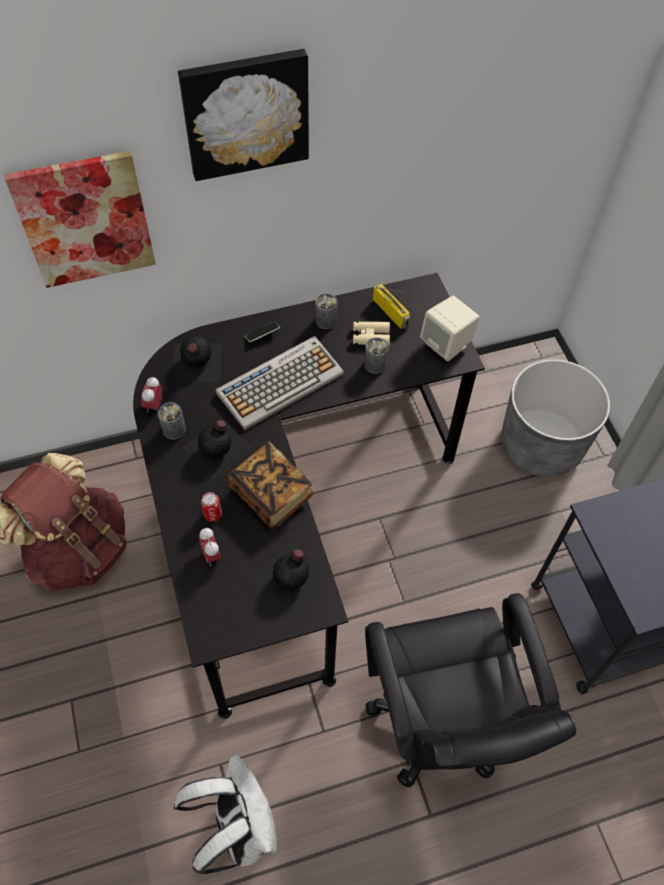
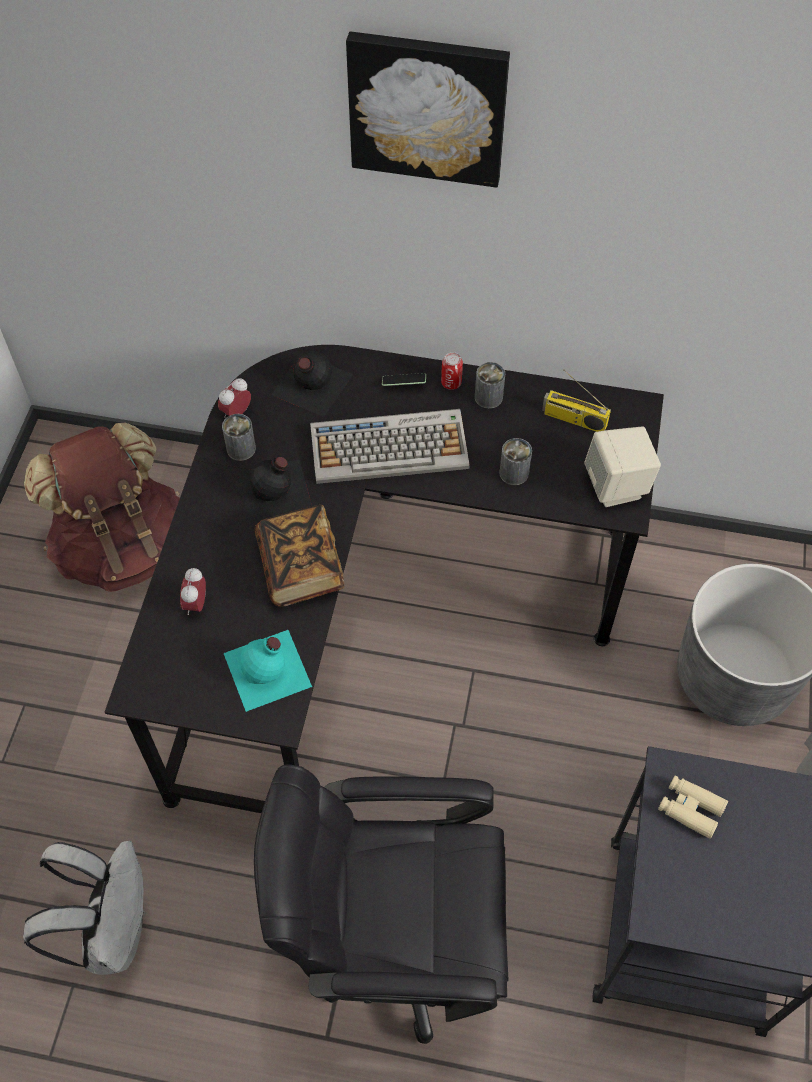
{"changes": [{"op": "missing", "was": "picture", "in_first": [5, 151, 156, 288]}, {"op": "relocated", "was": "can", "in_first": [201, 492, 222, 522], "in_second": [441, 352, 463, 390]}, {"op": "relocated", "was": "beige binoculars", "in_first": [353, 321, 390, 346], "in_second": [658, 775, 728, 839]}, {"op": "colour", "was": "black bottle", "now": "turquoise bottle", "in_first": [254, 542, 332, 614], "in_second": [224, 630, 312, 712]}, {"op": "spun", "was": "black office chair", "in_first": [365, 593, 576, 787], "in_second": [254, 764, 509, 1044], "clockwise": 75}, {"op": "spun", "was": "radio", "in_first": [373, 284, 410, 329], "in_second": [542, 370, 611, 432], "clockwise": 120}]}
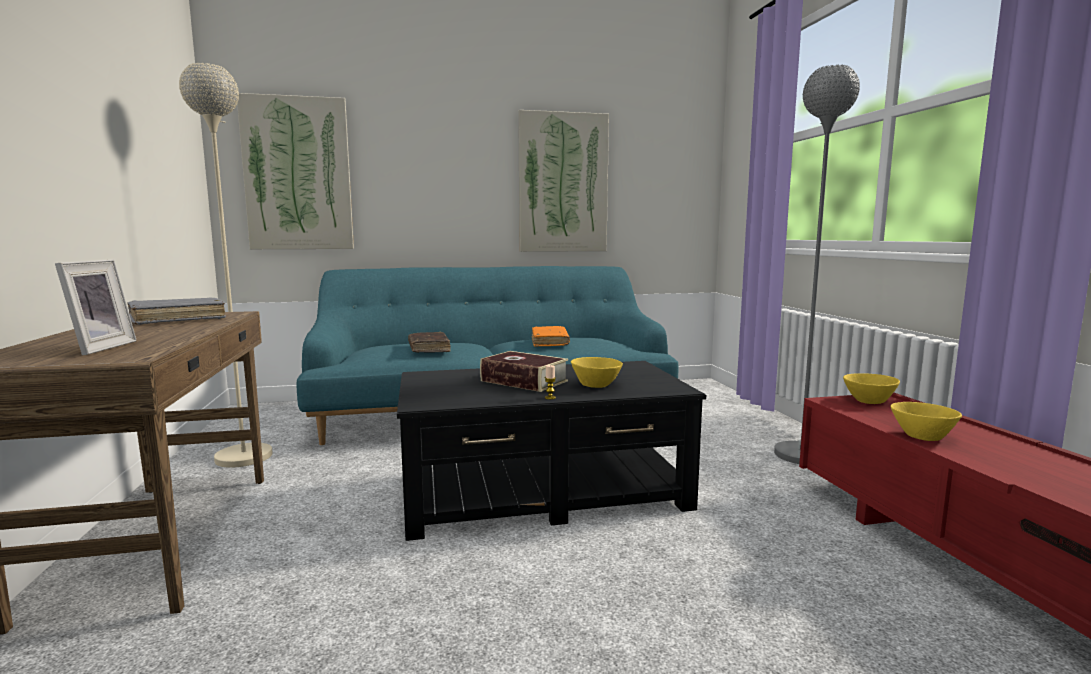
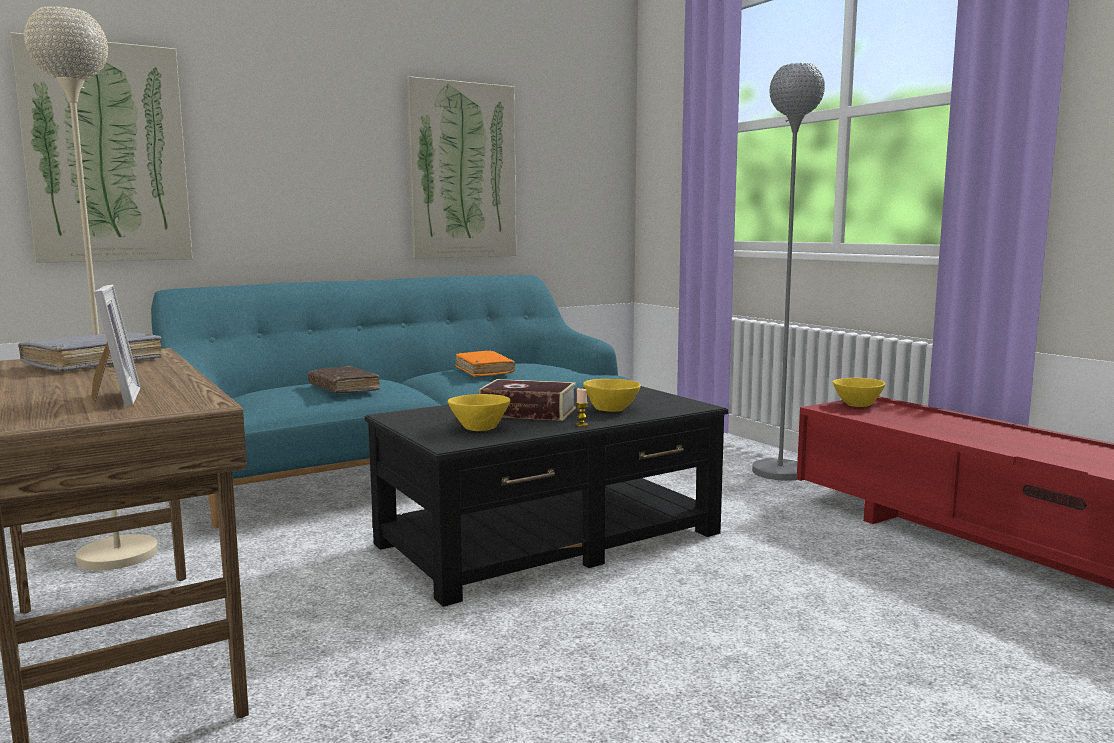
{"changes": [{"op": "relocated", "was": "yellow bowl", "in_first": [890, 402, 962, 441], "in_second": [448, 394, 511, 431]}]}
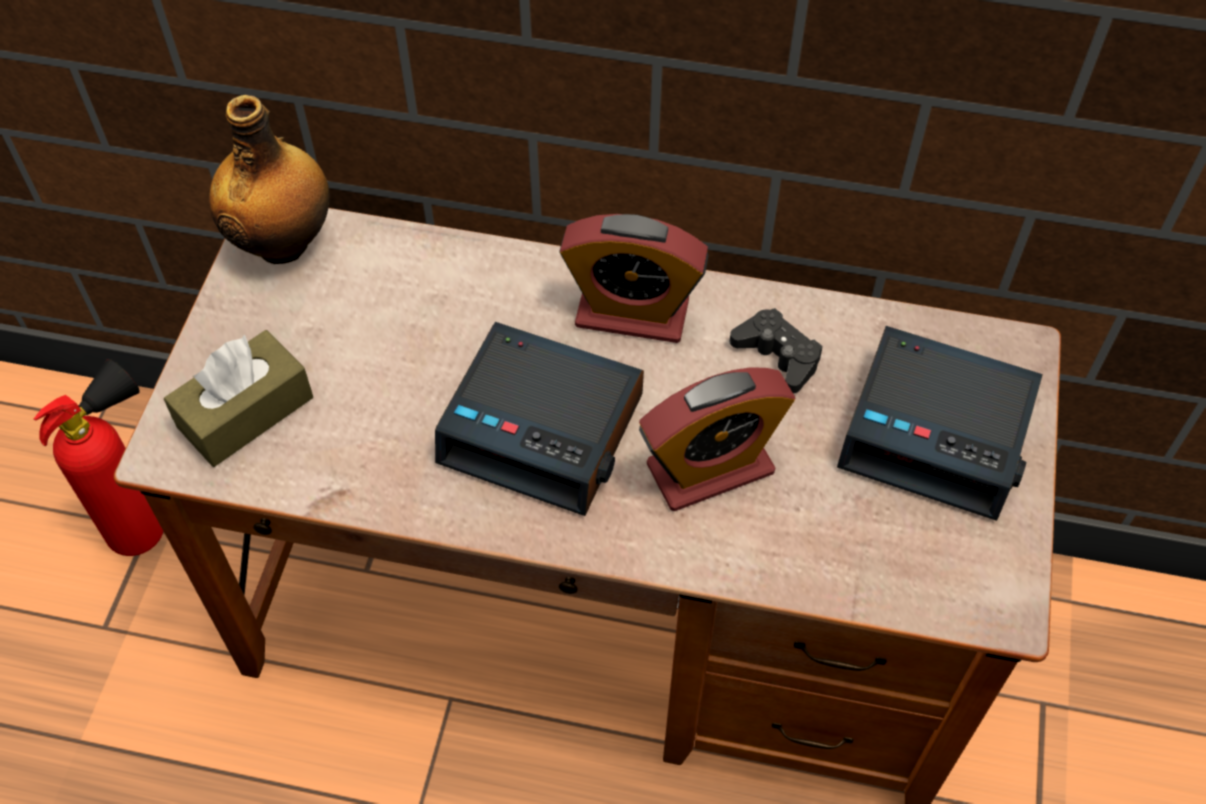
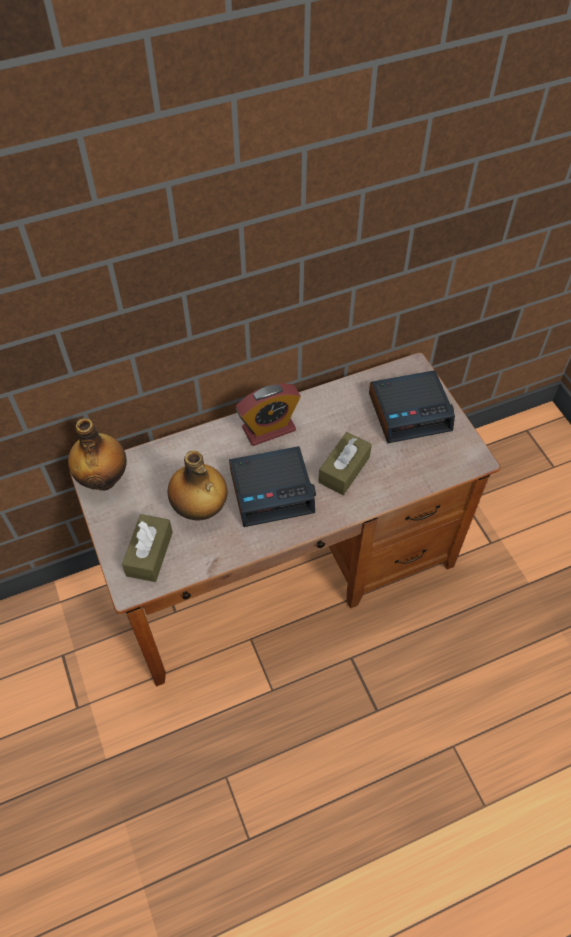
{"changes": [{"op": "missing", "was": "fire extinguisher", "in_first": [34, 359, 163, 556]}, {"op": "missing", "was": "black game controller", "in_first": [730, 308, 822, 393]}, {"op": "appeared", "now": "bottle", "in_second": [168, 450, 227, 520]}, {"op": "exchanged", "was": "alarm clock", "now": "brown tissue box", "in_first": [639, 367, 795, 511], "in_second": [318, 432, 372, 495]}]}
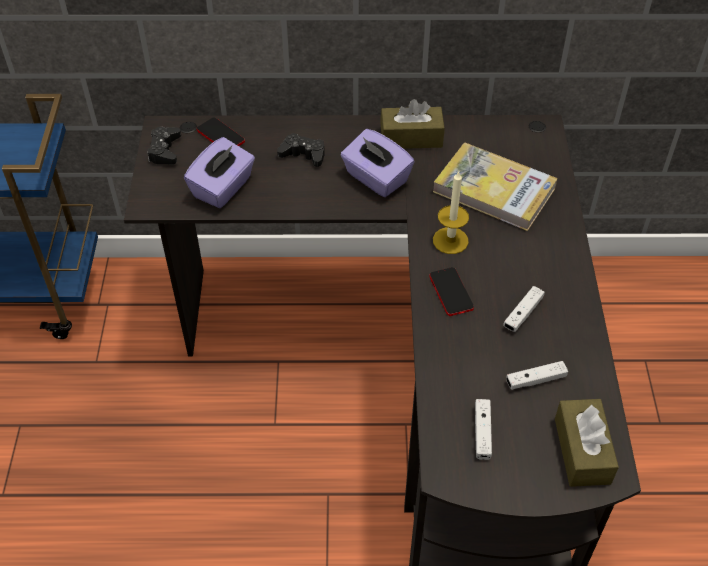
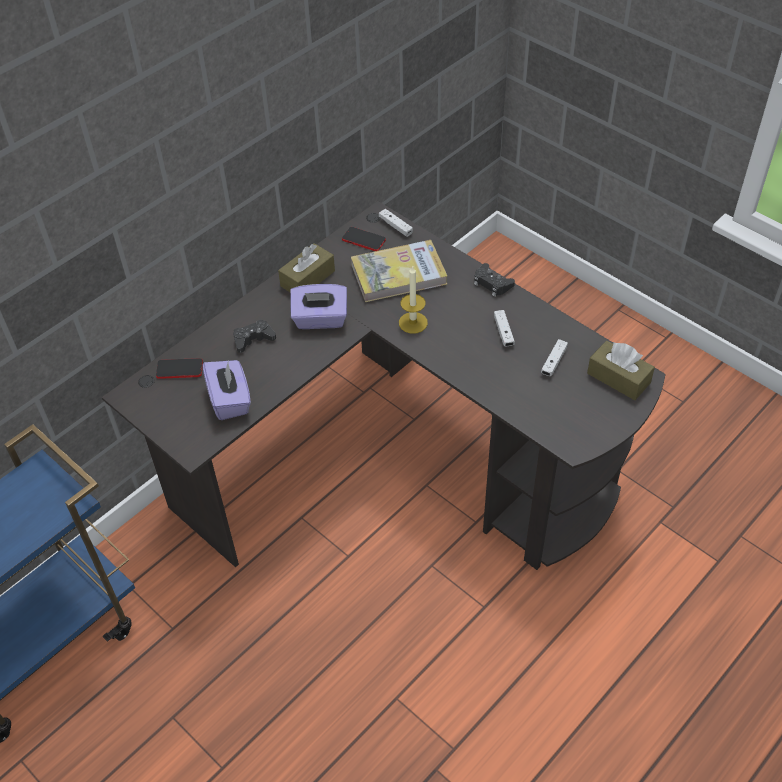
{"changes": [{"op": "relocated", "was": "black game controller", "in_first": [147, 127, 181, 164], "in_second": [474, 263, 515, 297]}, {"op": "relocated", "was": "phone", "in_first": [430, 267, 474, 316], "in_second": [342, 227, 386, 251]}, {"op": "relocated", "was": "white game controller", "in_first": [475, 399, 492, 460], "in_second": [379, 209, 413, 237]}]}
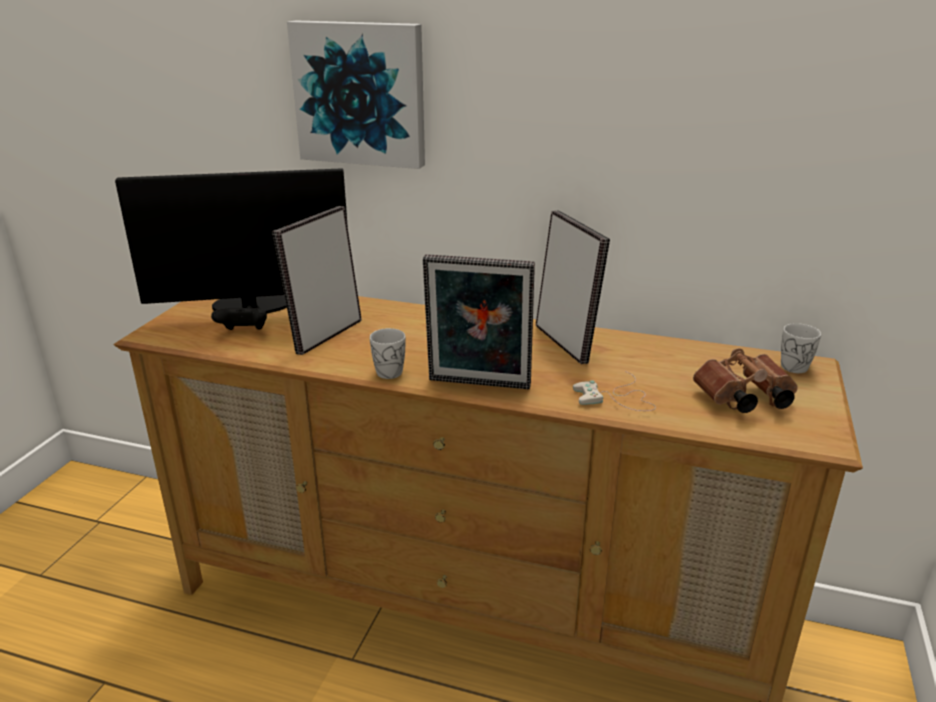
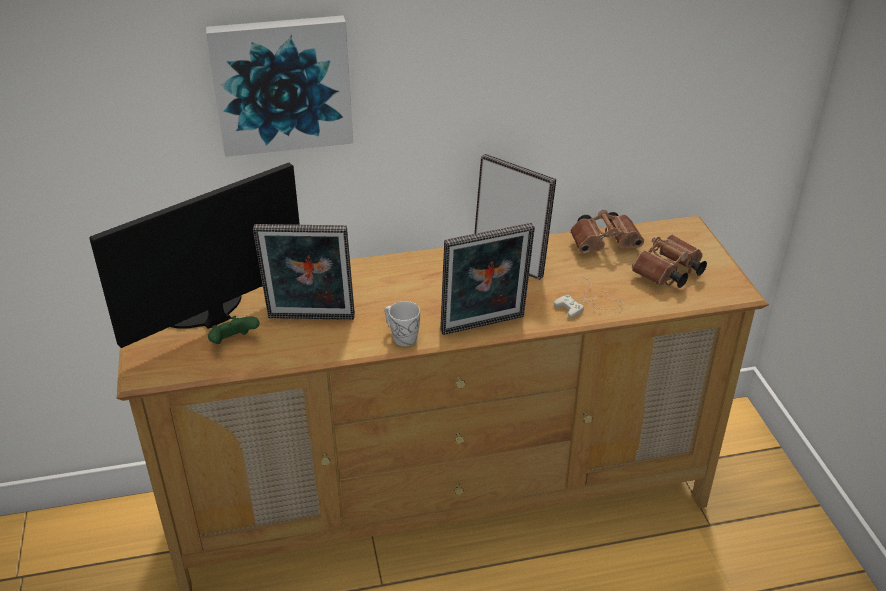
{"changes": [{"op": "missing", "was": "white mug", "in_first": [781, 323, 821, 373]}, {"op": "appeared", "now": "brown binoculars", "in_second": [571, 210, 644, 253]}, {"op": "colour", "was": "black game controller", "now": "green game controller", "in_first": [211, 306, 267, 330], "in_second": [208, 316, 260, 344]}, {"op": "spun", "was": "picture frame", "in_first": [272, 206, 362, 355], "in_second": [253, 224, 355, 320], "clockwise": -90}]}
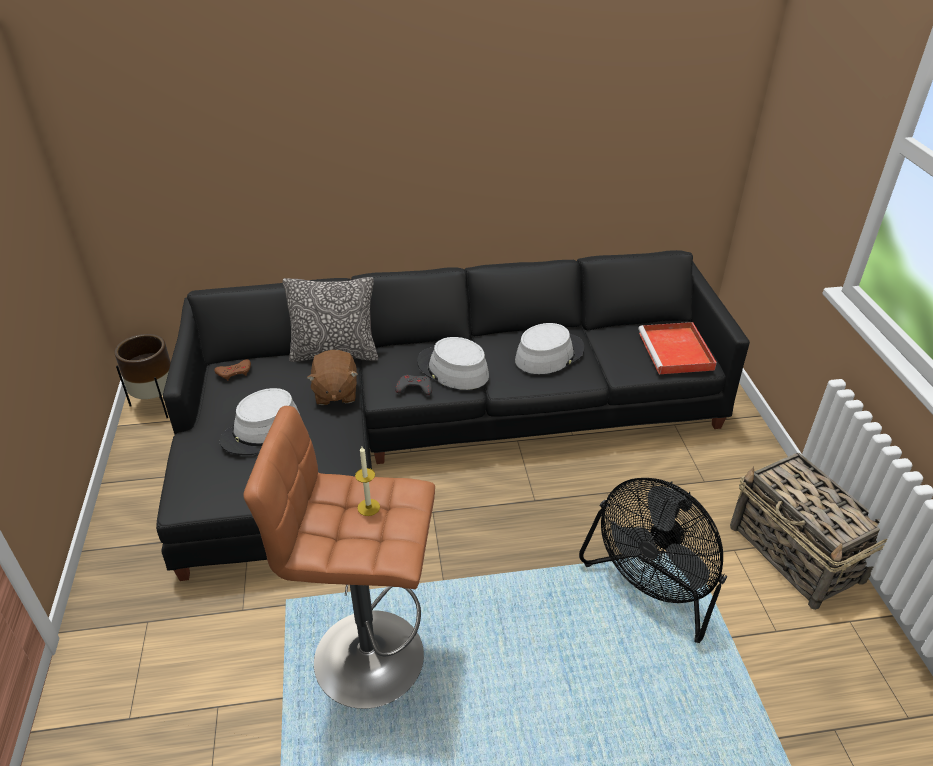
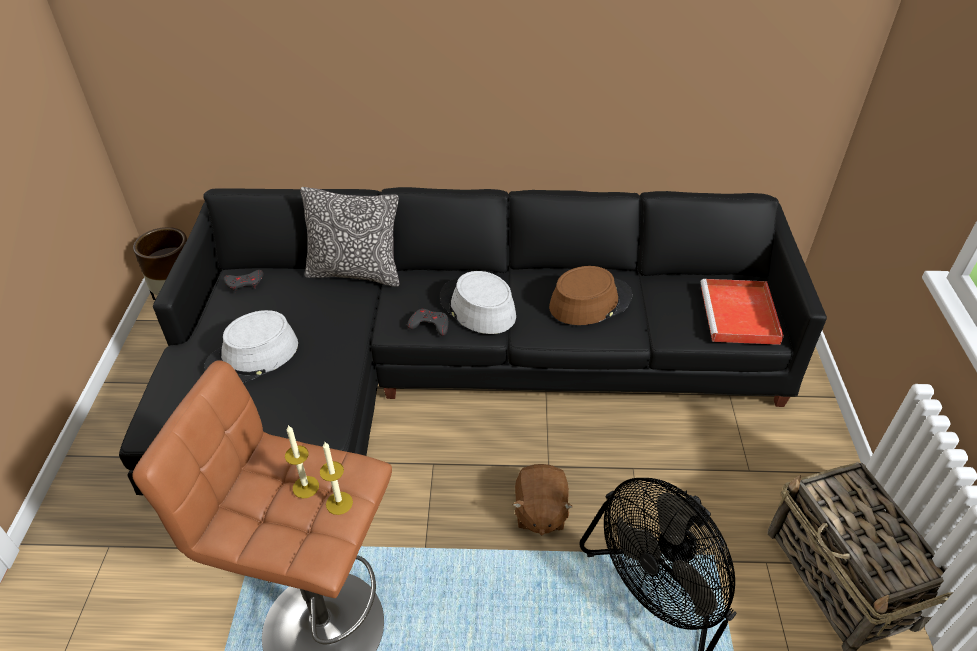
{"changes": [{"op": "appeared", "now": "candle", "in_second": [320, 442, 353, 515]}, {"op": "relocated", "was": "brown plush toy", "in_first": [307, 350, 358, 405], "in_second": [512, 464, 573, 535]}, {"op": "colour", "was": "brown game controller", "now": "grey game controller", "in_first": [214, 359, 251, 381], "in_second": [223, 270, 264, 292]}, {"op": "colour", "was": "grey hat", "now": "brown hat", "in_first": [515, 323, 585, 374], "in_second": [549, 266, 632, 325]}]}
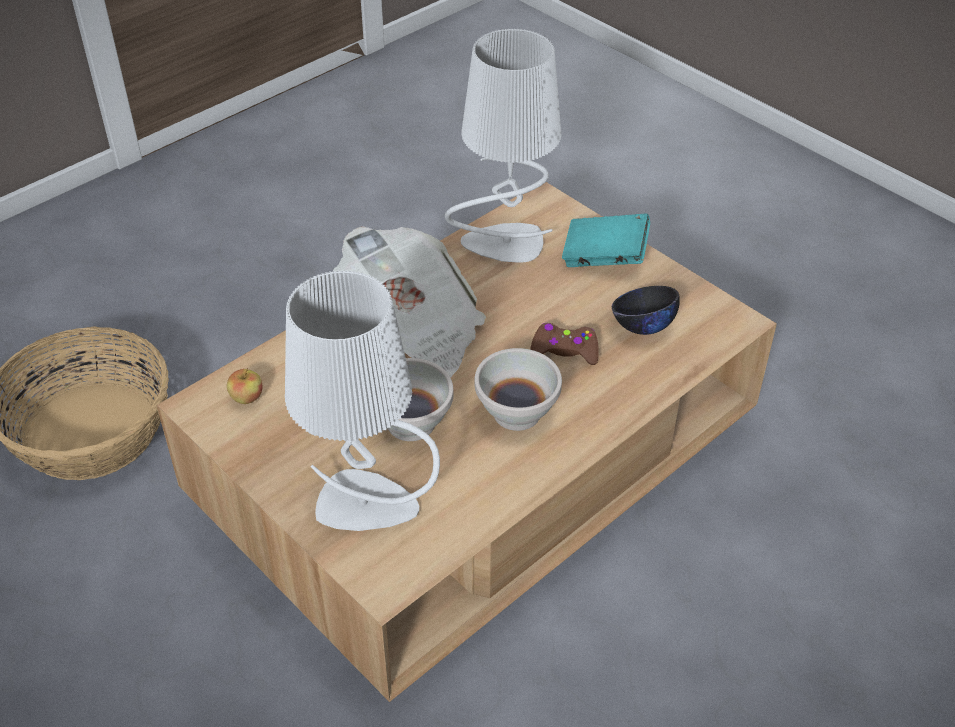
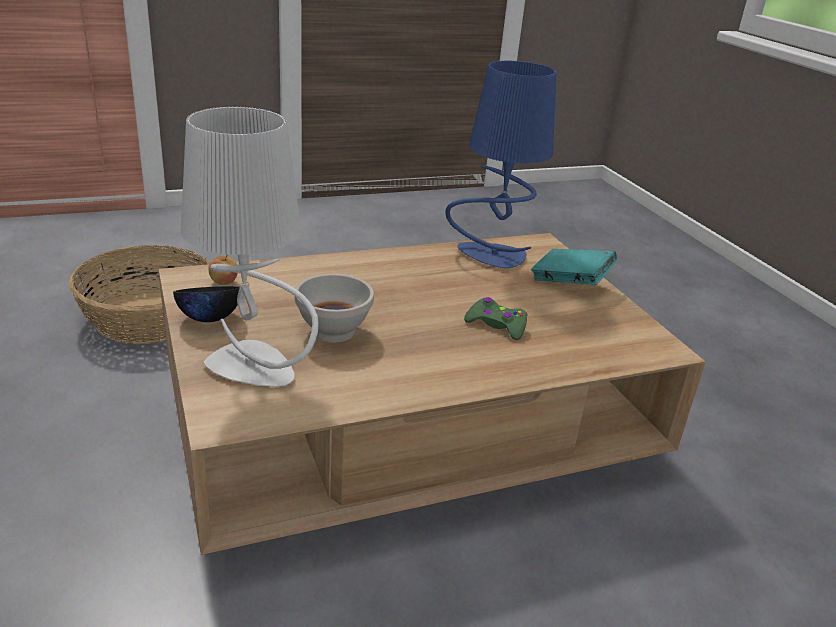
{"changes": [{"op": "missing", "was": "newspaper", "in_first": [333, 226, 486, 378]}, {"op": "missing", "was": "white bowl", "in_first": [475, 348, 562, 431]}, {"op": "relocated", "was": "black bowl", "in_first": [612, 286, 680, 335], "in_second": [173, 286, 240, 322]}, {"op": "colour", "was": "grey table lamp", "now": "blue table lamp", "in_first": [445, 28, 561, 262], "in_second": [446, 60, 557, 268]}, {"op": "colour", "was": "brown game controller", "now": "green game controller", "in_first": [530, 323, 599, 365], "in_second": [464, 297, 527, 340]}]}
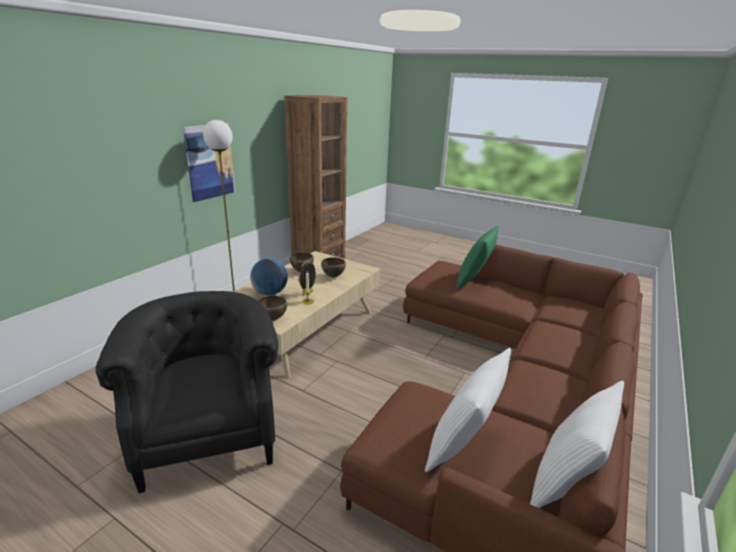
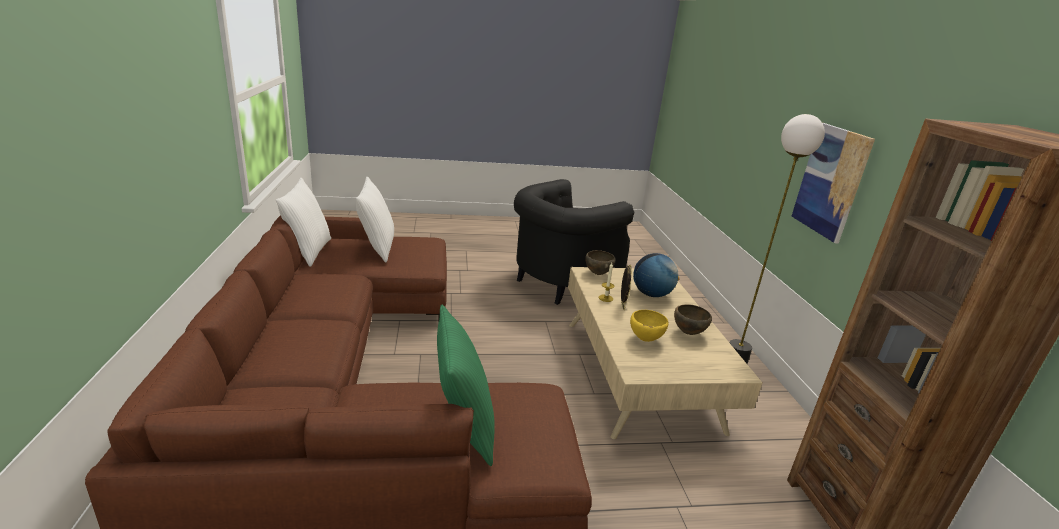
{"changes": [{"op": "colour", "was": "brown bowl", "now": "yellow bowl", "in_first": [321, 257, 346, 278], "in_second": [630, 310, 668, 342]}, {"op": "spun", "was": "black armchair", "in_first": [96, 291, 278, 493], "in_second": [514, 179, 635, 305], "clockwise": 105}]}
